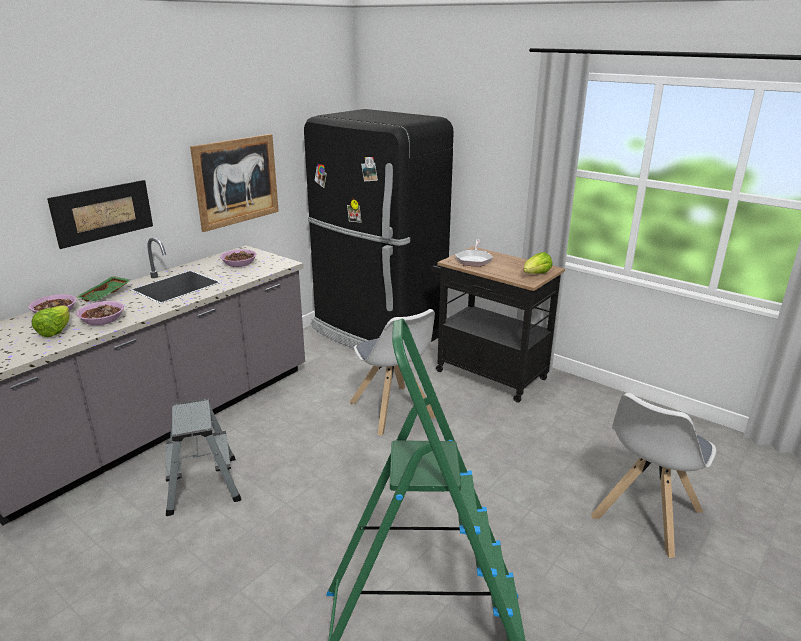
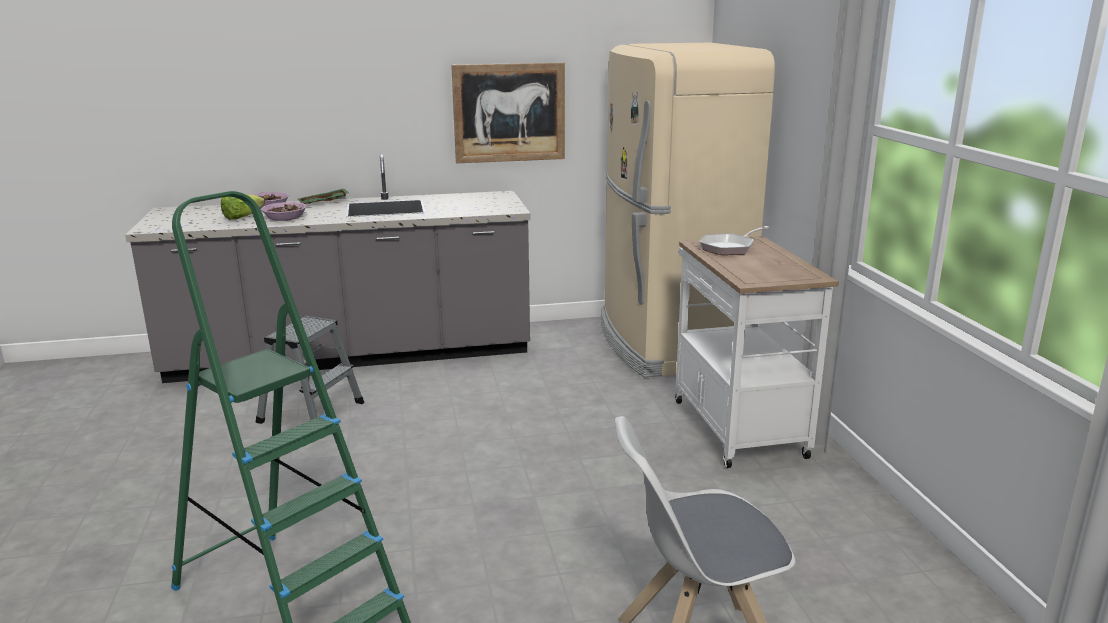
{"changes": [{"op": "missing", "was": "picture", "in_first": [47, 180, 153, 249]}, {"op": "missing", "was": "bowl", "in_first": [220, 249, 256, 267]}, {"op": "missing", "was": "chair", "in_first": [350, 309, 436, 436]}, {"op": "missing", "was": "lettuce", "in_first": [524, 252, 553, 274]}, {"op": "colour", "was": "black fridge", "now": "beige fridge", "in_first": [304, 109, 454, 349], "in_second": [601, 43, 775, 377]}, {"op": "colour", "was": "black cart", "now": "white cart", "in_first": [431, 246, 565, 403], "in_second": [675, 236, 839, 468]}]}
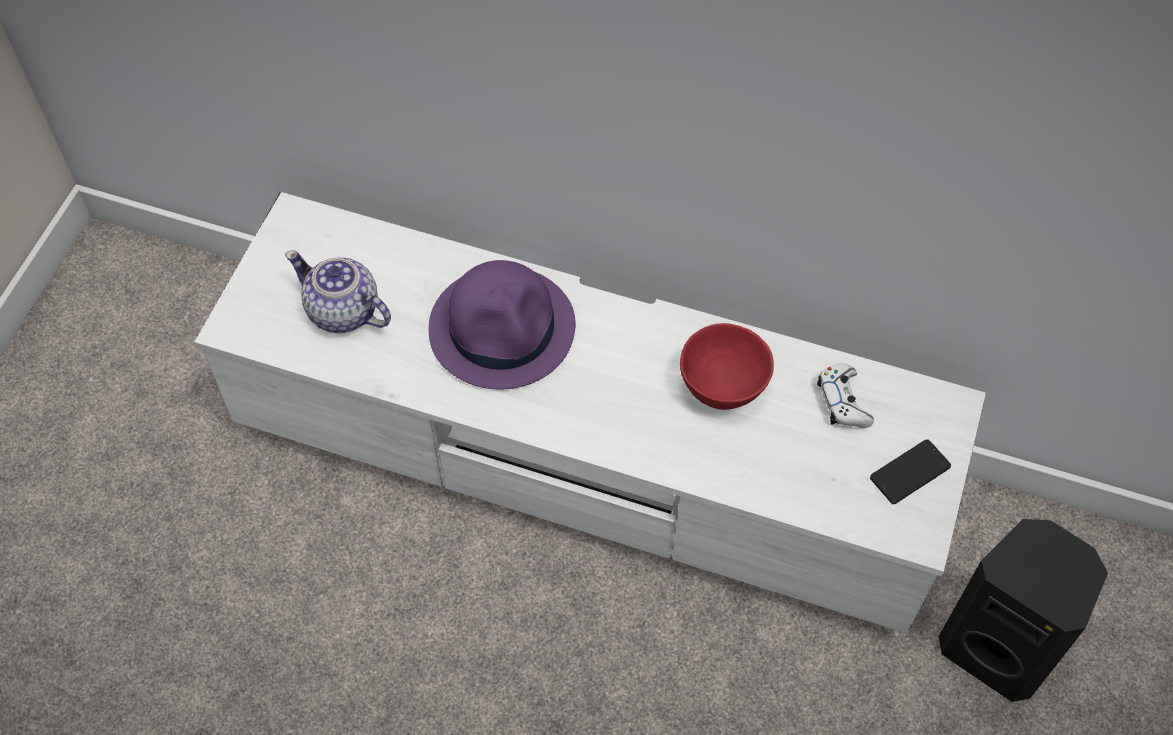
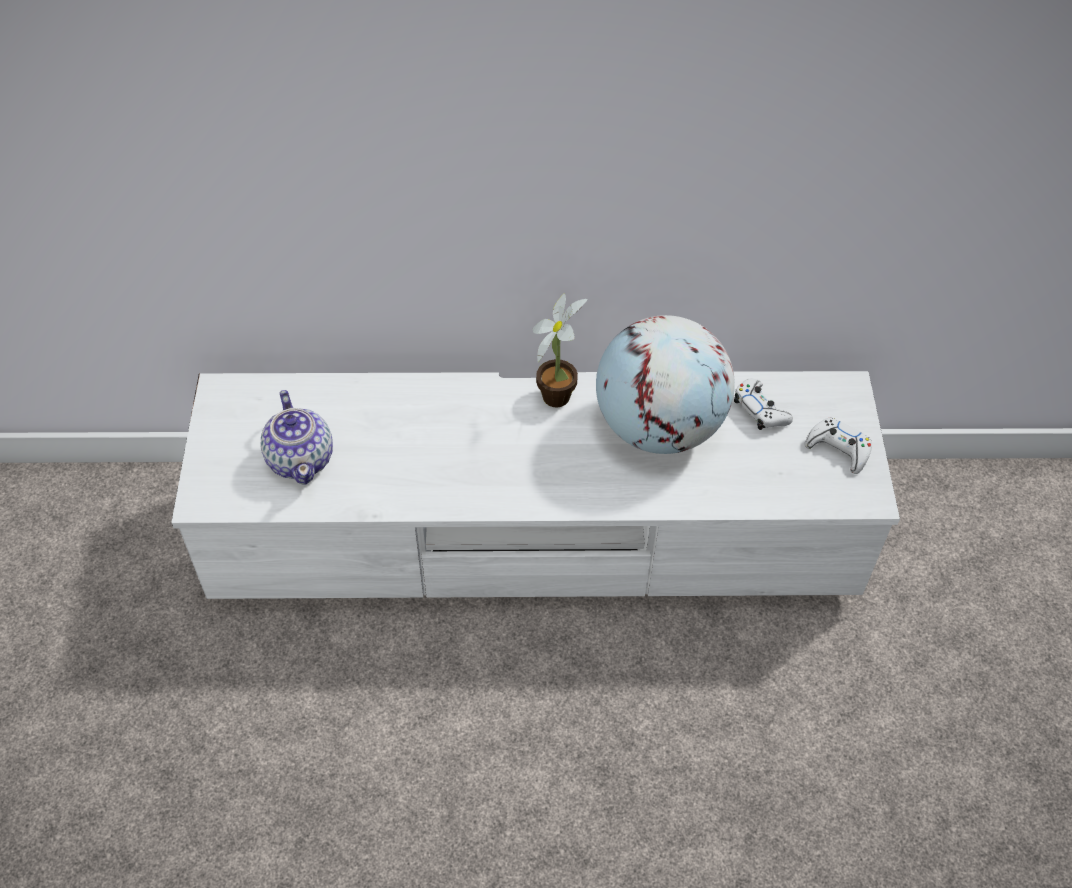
{"changes": [{"op": "missing", "was": "purple hat", "in_first": [429, 260, 575, 389]}, {"op": "missing", "was": "black speaker", "in_first": [939, 519, 1108, 702]}, {"op": "appeared", "now": "potted plant", "in_second": [532, 293, 587, 407]}, {"op": "exchanged", "was": "red bowl", "now": "globe", "in_first": [680, 323, 774, 410], "in_second": [596, 315, 735, 454]}, {"op": "exchanged", "was": "phone", "now": "white game controller", "in_first": [870, 439, 951, 504], "in_second": [805, 418, 872, 474]}, {"op": "spun", "was": "teapot", "in_first": [285, 250, 391, 333], "in_second": [260, 390, 333, 485], "clockwise": -120}]}
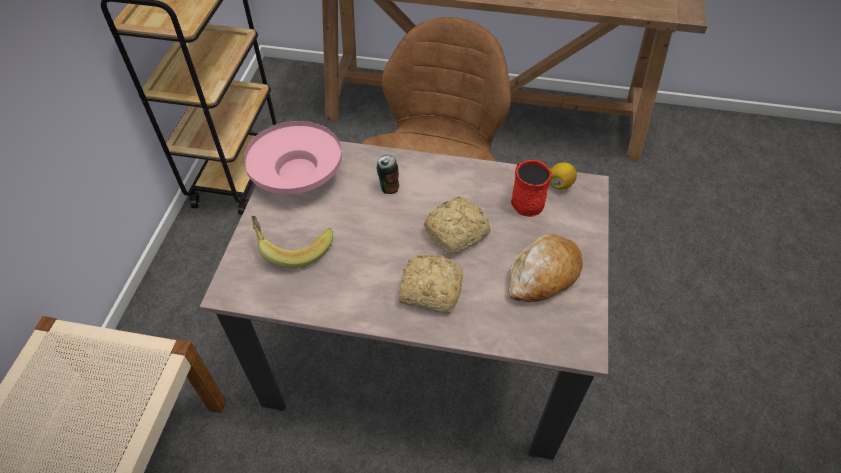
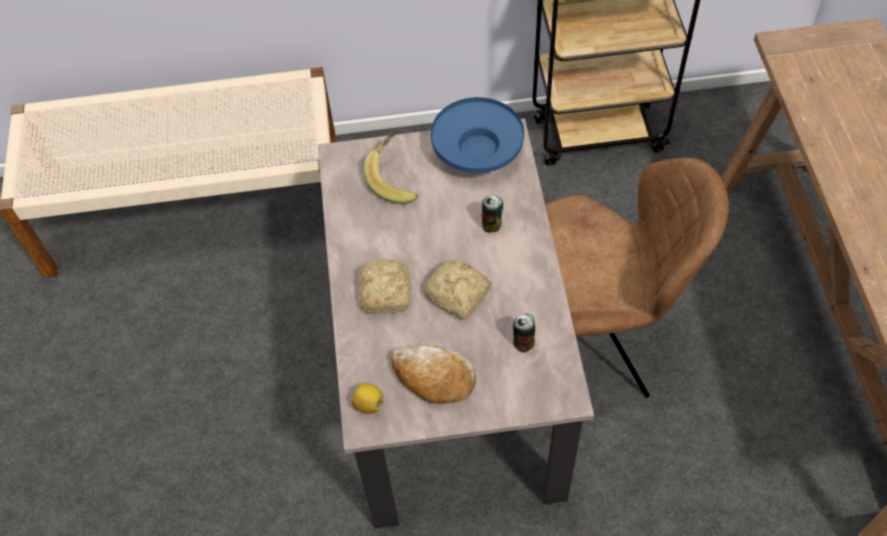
{"changes": [{"op": "relocated", "was": "lemon", "in_first": [550, 163, 577, 190], "in_second": [351, 383, 384, 414]}, {"op": "exchanged", "was": "red mug", "now": "can", "in_first": [511, 160, 552, 217], "in_second": [513, 313, 535, 352]}, {"op": "colour", "was": "pink bowl", "now": "blue bowl", "in_first": [243, 121, 342, 194], "in_second": [431, 97, 524, 173]}]}
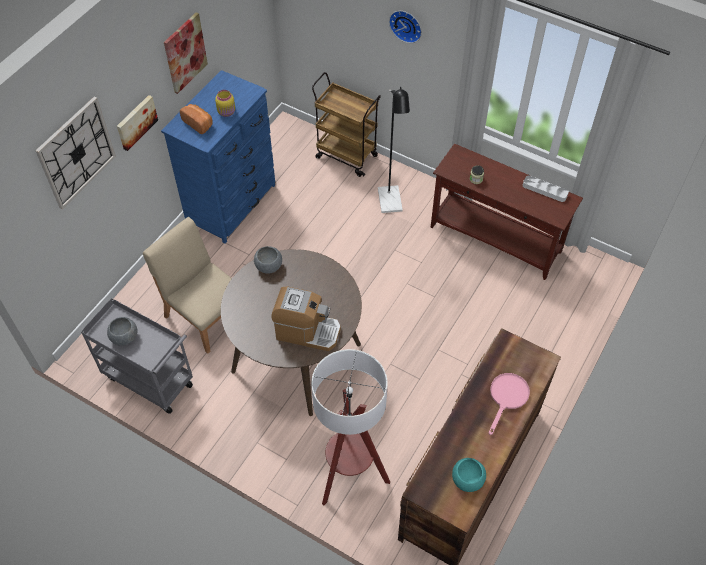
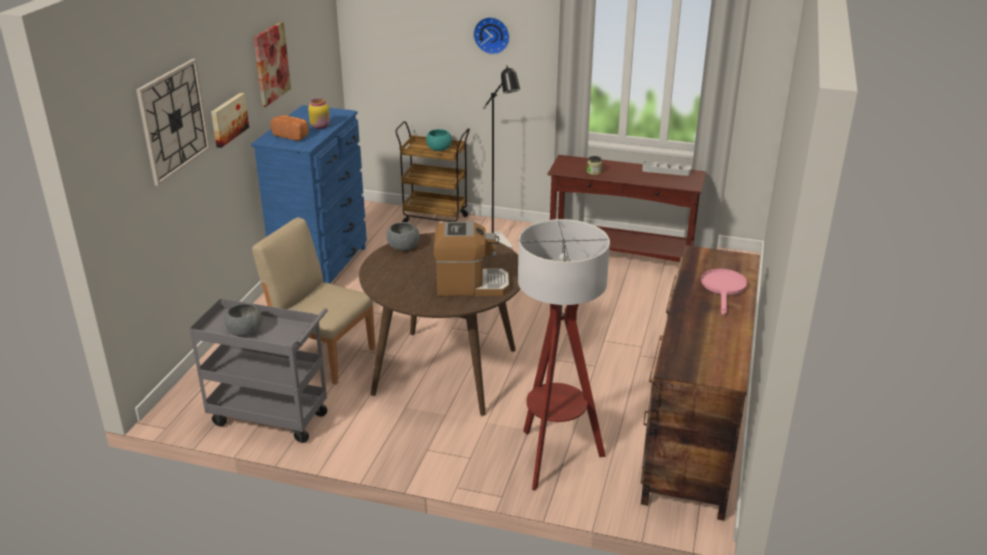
{"changes": [{"op": "relocated", "was": "turquoise bowl", "in_first": [452, 458, 486, 492], "in_second": [426, 129, 452, 151]}]}
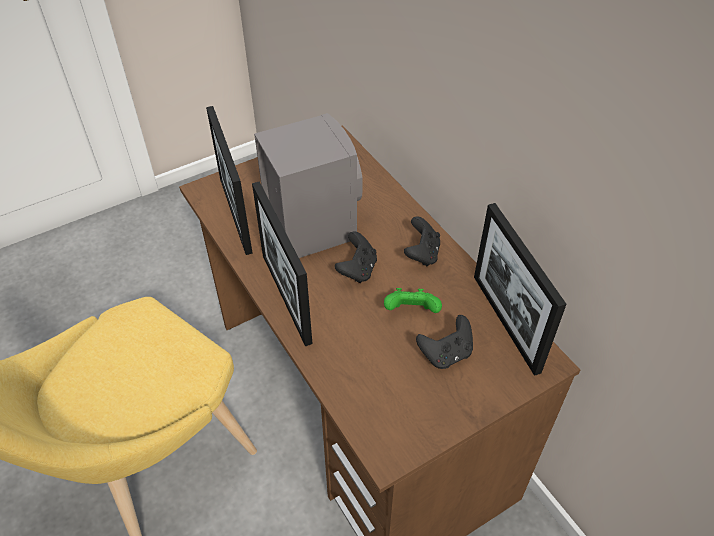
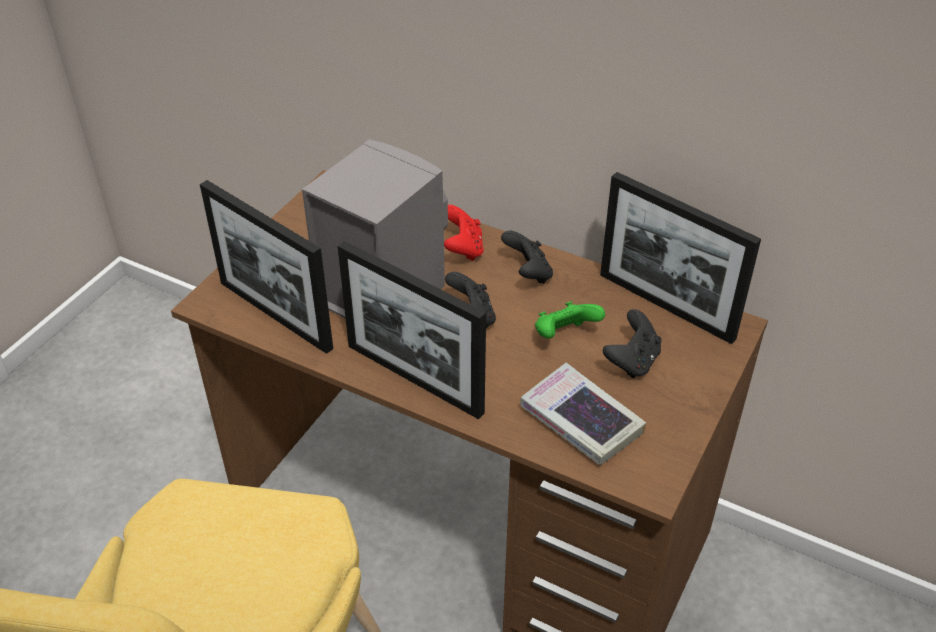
{"changes": [{"op": "appeared", "now": "red game controller", "in_second": [444, 205, 484, 261]}, {"op": "appeared", "now": "book", "in_second": [520, 363, 646, 465]}]}
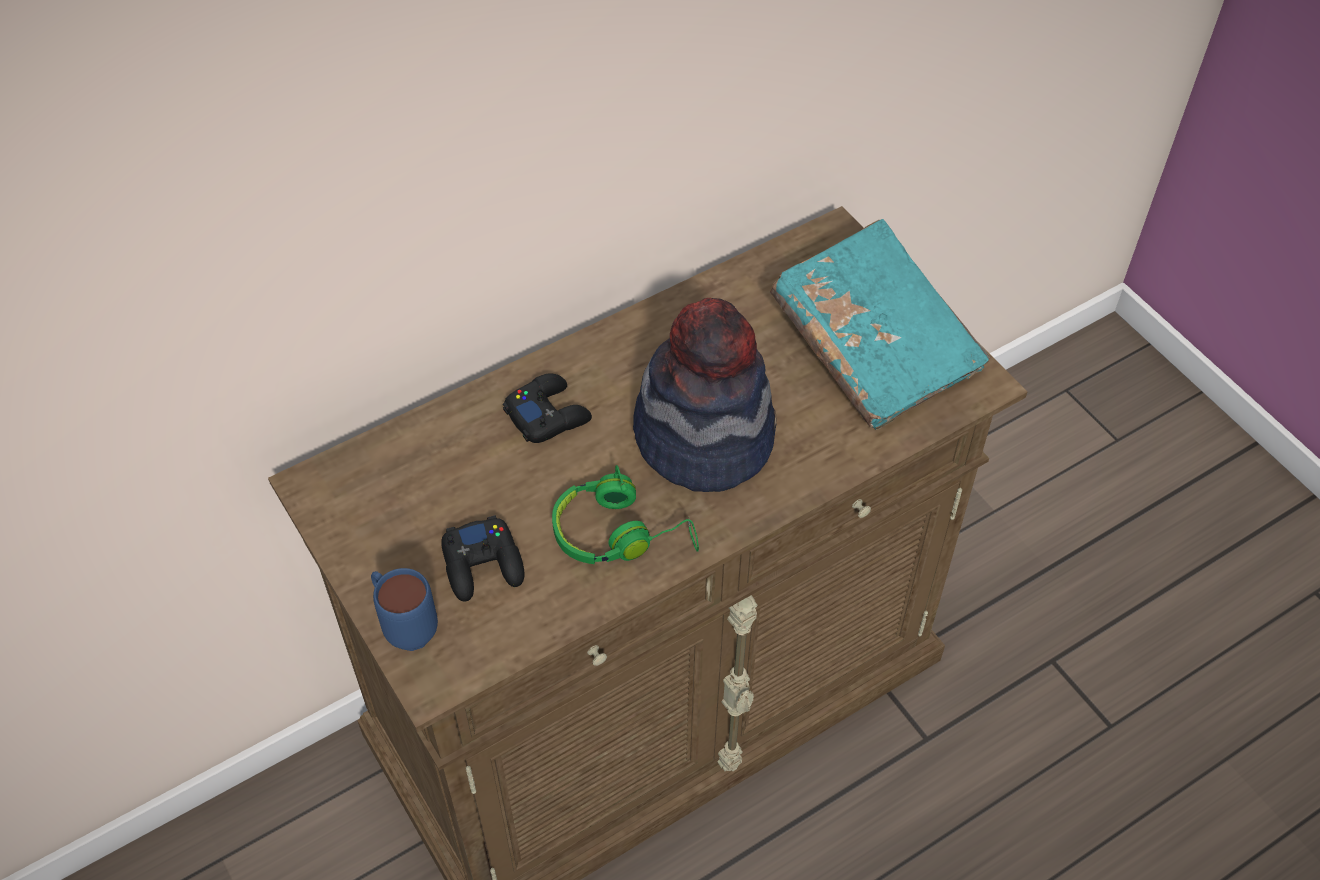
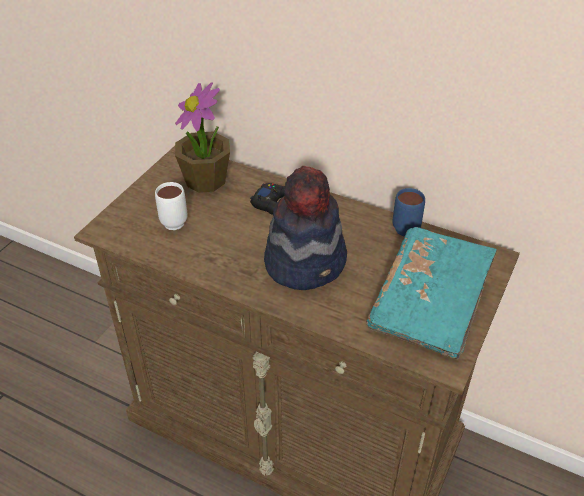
{"changes": [{"op": "missing", "was": "green headphones", "in_first": [552, 465, 699, 564]}, {"op": "appeared", "now": "potted plant", "in_second": [175, 82, 230, 193]}, {"op": "relocated", "was": "blue mug", "in_first": [371, 568, 438, 651], "in_second": [392, 188, 425, 236]}, {"op": "exchanged", "was": "black game controller", "now": "white mug", "in_first": [441, 515, 524, 602], "in_second": [155, 182, 188, 230]}]}
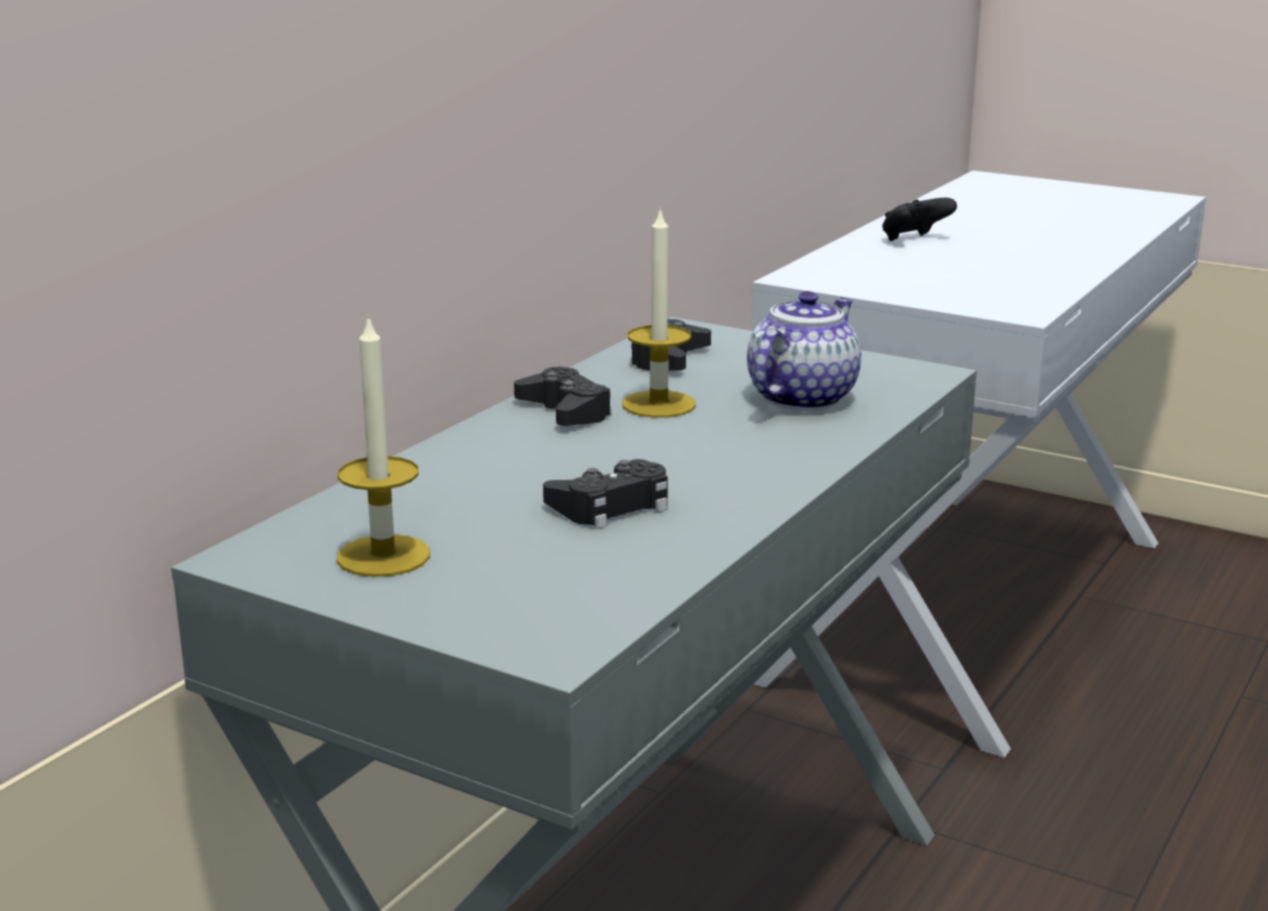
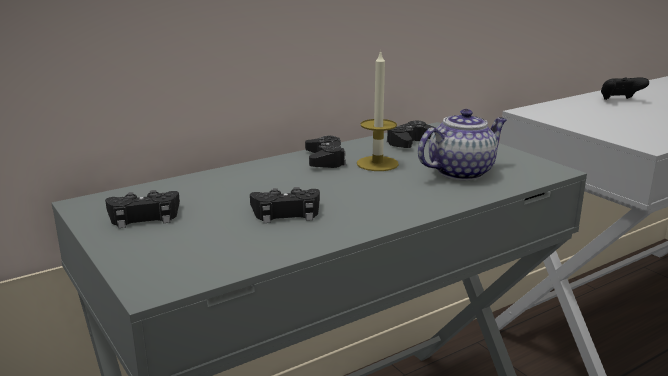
{"changes": [{"op": "exchanged", "was": "candle", "now": "black game controller", "in_first": [337, 314, 430, 577], "in_second": [105, 190, 180, 228]}]}
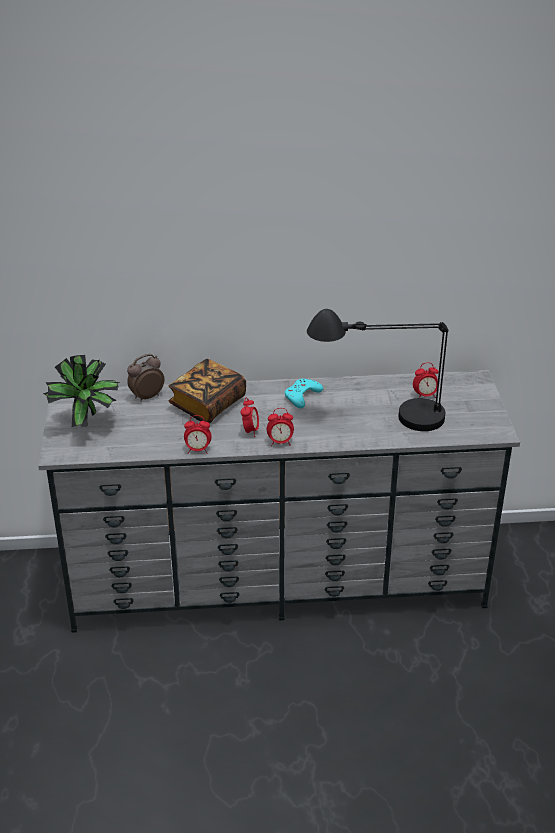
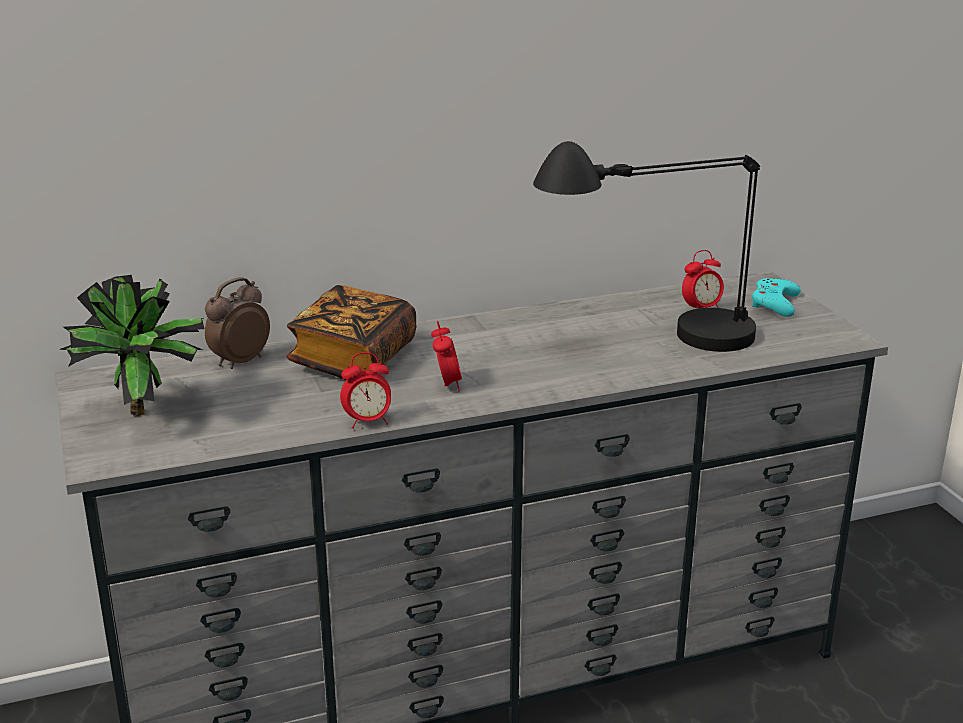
{"changes": [{"op": "missing", "was": "alarm clock", "in_first": [267, 408, 294, 446]}, {"op": "relocated", "was": "turquoise game controller", "in_first": [285, 379, 323, 408], "in_second": [752, 278, 801, 317]}]}
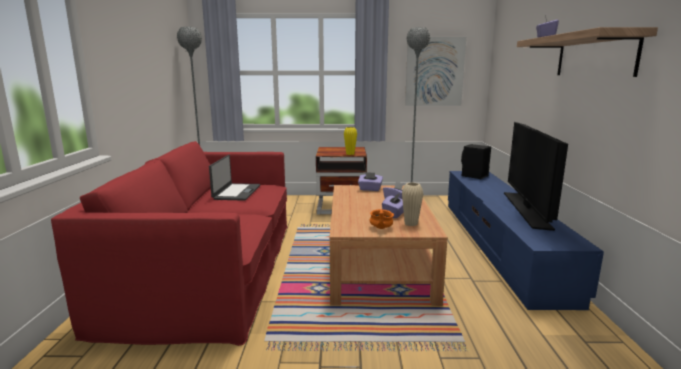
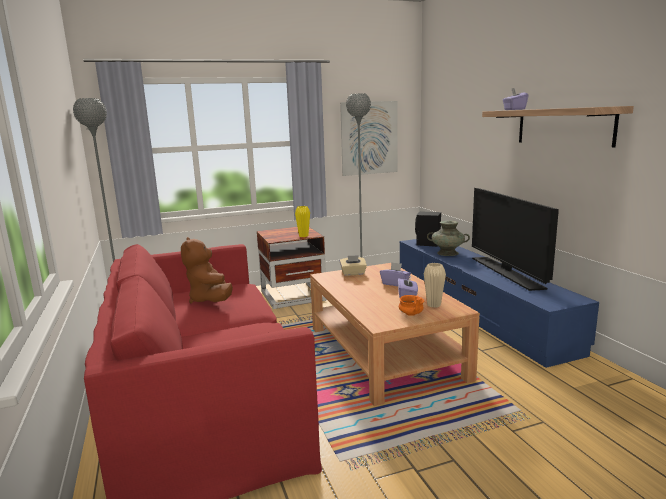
{"changes": [{"op": "appeared", "now": "turquoise vase", "in_second": [427, 220, 470, 256]}, {"op": "exchanged", "was": "laptop", "now": "brown plush toy", "in_first": [209, 155, 260, 201], "in_second": [181, 237, 233, 304]}, {"op": "colour", "was": "purple tissue box", "now": "beige tissue box", "in_first": [358, 172, 383, 191], "in_second": [340, 255, 367, 276]}]}
